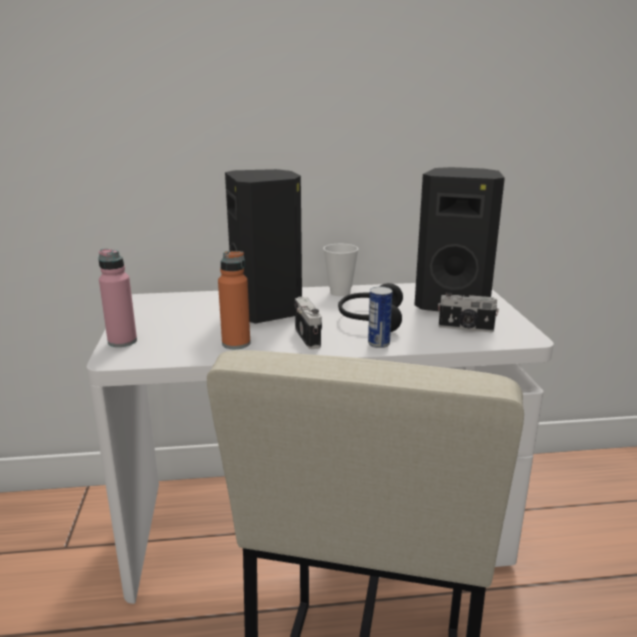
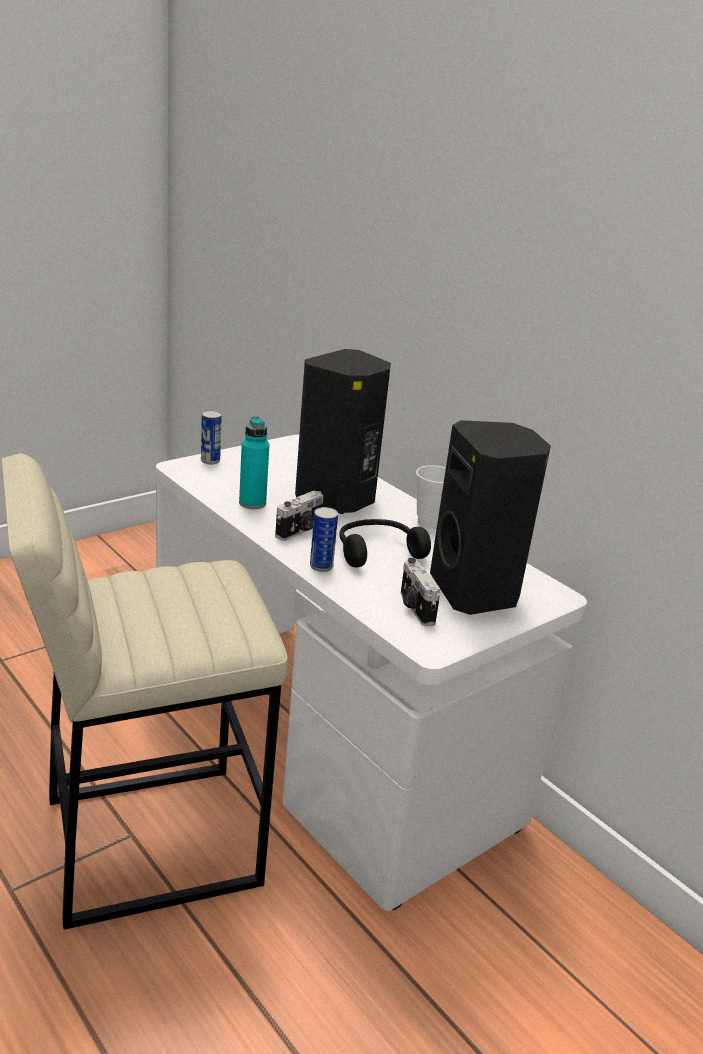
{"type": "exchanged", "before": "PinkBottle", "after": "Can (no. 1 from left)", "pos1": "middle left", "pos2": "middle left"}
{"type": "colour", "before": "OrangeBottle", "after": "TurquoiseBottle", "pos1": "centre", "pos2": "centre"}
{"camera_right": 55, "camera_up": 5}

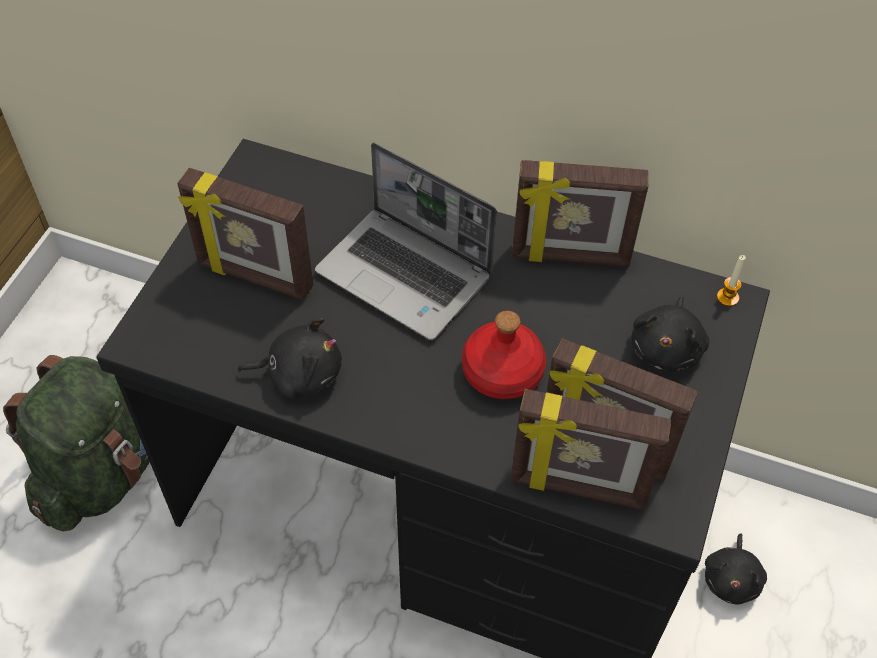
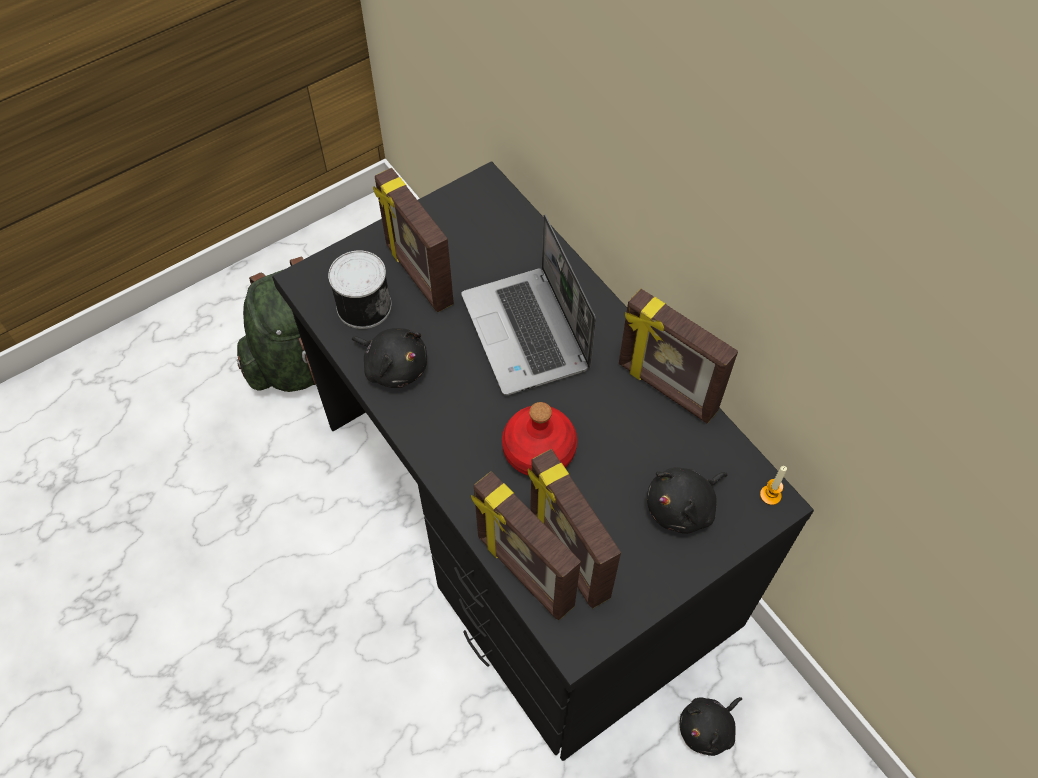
{"type": "appeared", "after": "Can", "pos2": "centre"}
{"camera_right": 35, "camera_up": 5}

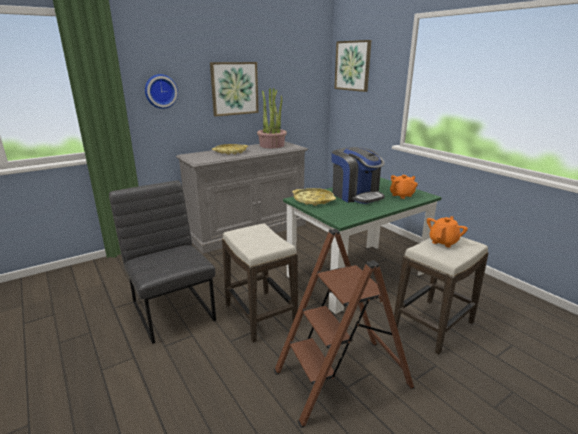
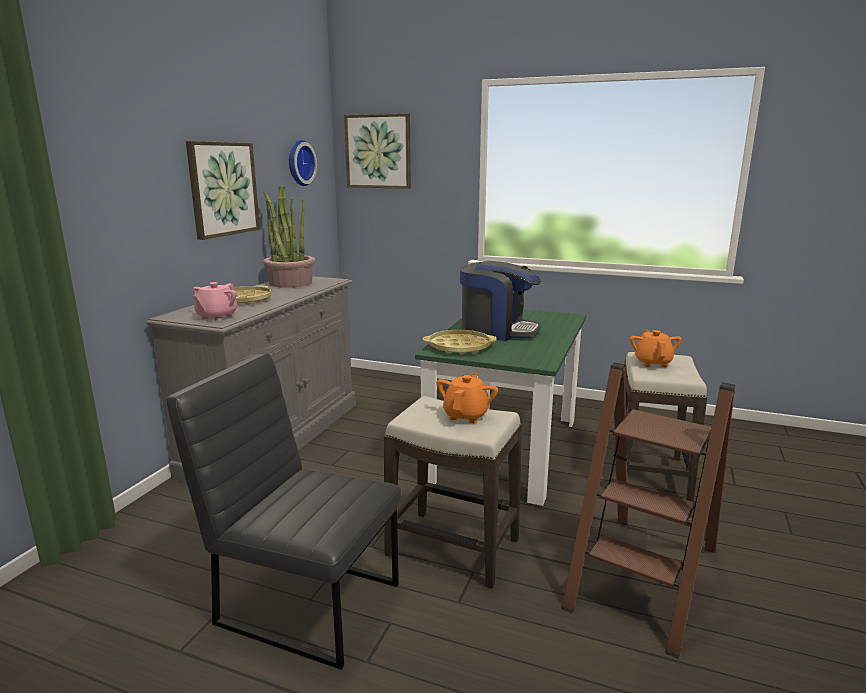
{"type": "relocated", "before": "WallClock", "pos1": "top left", "pos2": "top centre"}
{"type": "relocated", "before": "OrangeTeapot (no. 1 from left)", "pos1": "middle right", "pos2": "centre"}
{"type": "appeared", "after": "PinkTeapot", "pos2": "middle left"}
{"camera_right": -35, "camera_up": -5}

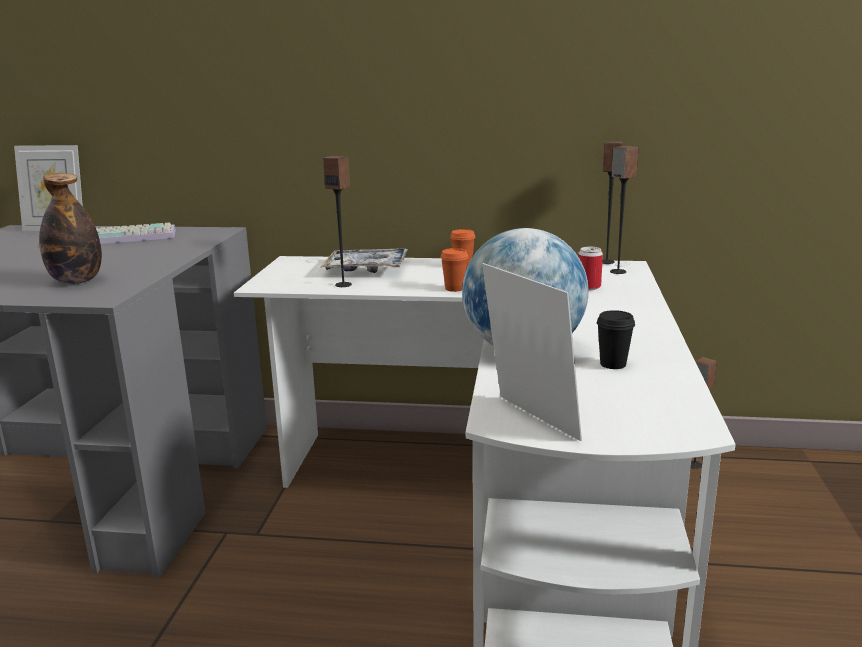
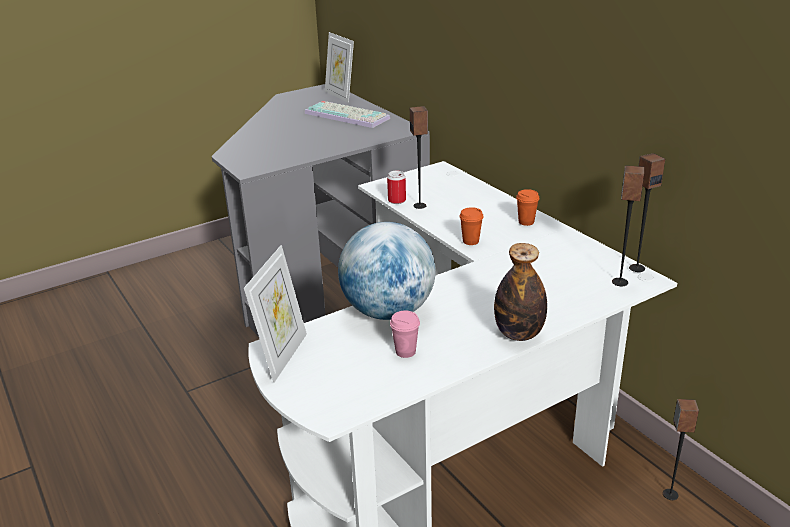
{"type": "relocated", "before": "Bottle", "pos1": "middle left", "pos2": "centre"}
{"type": "relocated", "before": "Can", "pos1": "middle right", "pos2": "centre"}
{"type": "missing", "before": "Tray", "pos1": "centre"}
{"type": "colour", "before": "BlackCup", "after": "PinkCup", "pos1": "middle right", "pos2": "centre"}
{"camera_right": 50, "camera_up": 10}

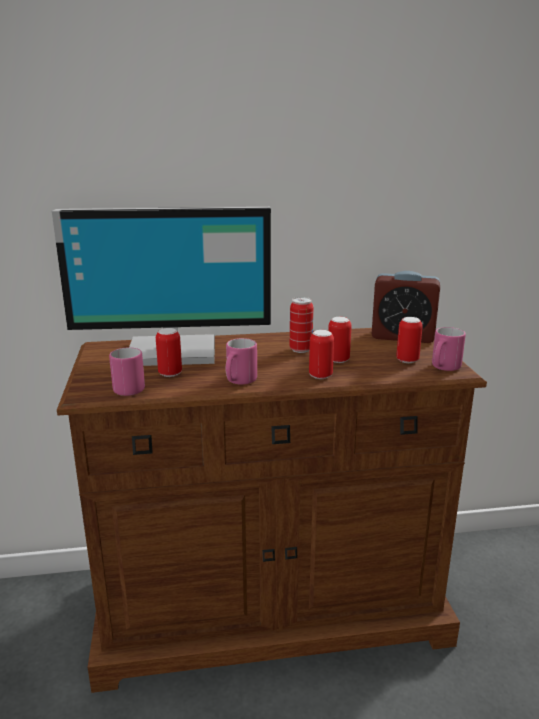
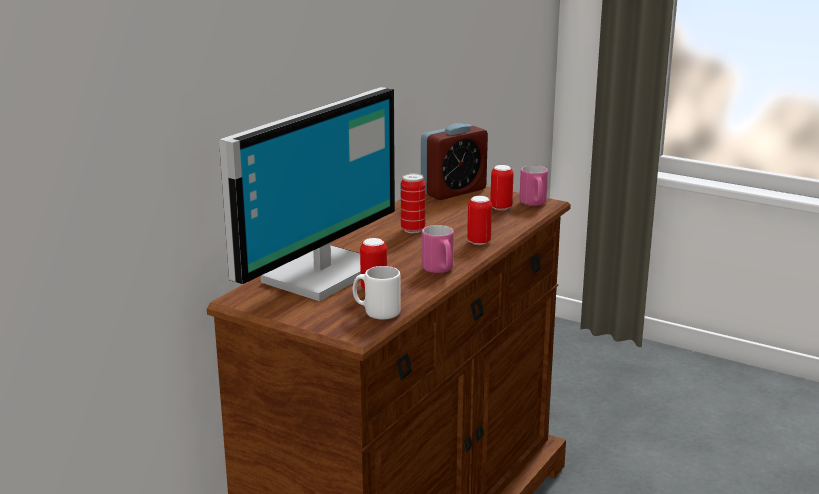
{"type": "missing", "before": "Can (no. 4 from left)", "pos1": "centre"}
{"type": "colour", "before": "PinkMug (no. 1 from left)", "after": "WhiteMug", "pos1": "middle left", "pos2": "centre"}
{"camera_right": -50, "camera_up": 0}

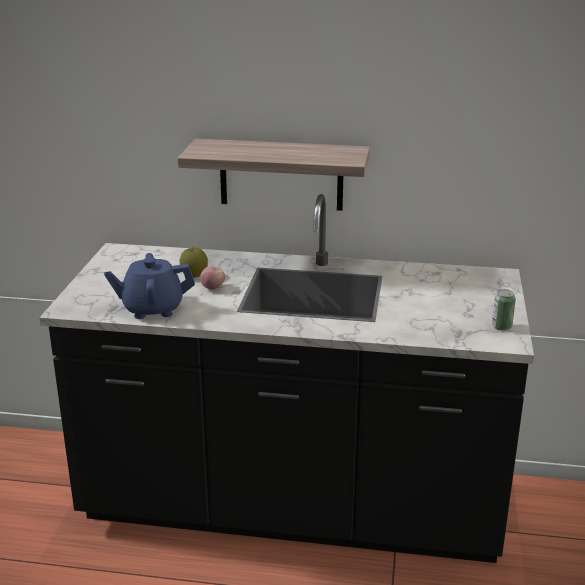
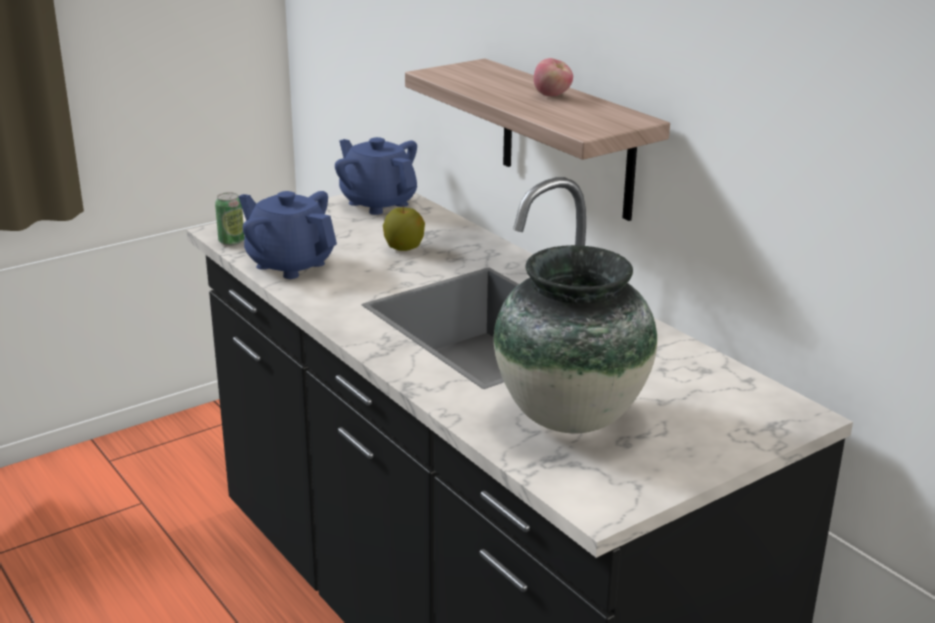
{"type": "relocated", "before": "Apple (no. 2 from left)", "pos1": "centre", "pos2": "top centre"}
{"type": "relocated", "before": "Can", "pos1": "middle right", "pos2": "middle left"}
{"type": "appeared", "after": "BlueTeapot (no. 2 from left)", "pos2": "top centre"}
{"type": "appeared", "after": "Vase", "pos2": "centre"}
{"camera_right": 45, "camera_up": 0}

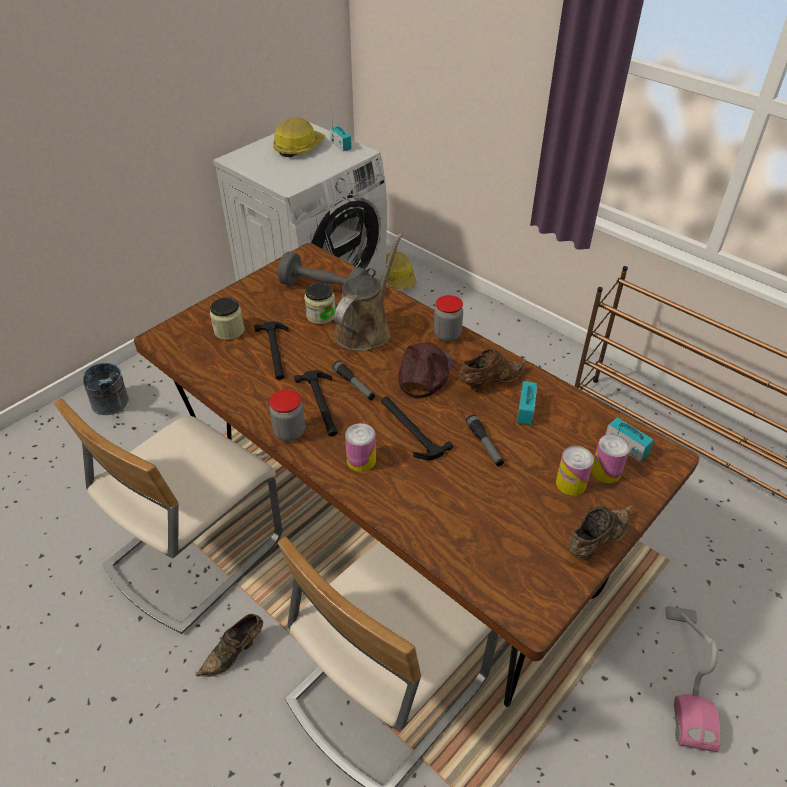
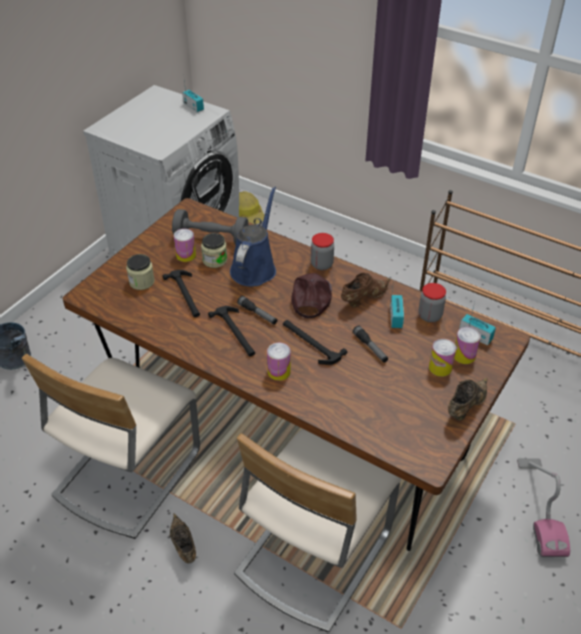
{"type": "missing", "before": "HardHat (no. 1 from left)", "pos1": "top centre"}
{"type": "colour", "before": "BrownWateringCan", "after": "BlueWateringCan", "pos1": "centre", "pos2": "centre"}
{"type": "relocated", "before": "Jar (no. 2 from left in the first image)", "after": "Jar (no. 4 from left)", "pos1": "centre", "pos2": "middle right"}
{"type": "spun", "before": "BrownShoe (no. 1 from left)", "pos1": "bottom left", "pos2": "bottom left", "turn": 120}
{"type": "appeared", "after": "Can (no. 1 from left)", "pos2": "middle left"}
{"camera_right": -10, "camera_up": 0}

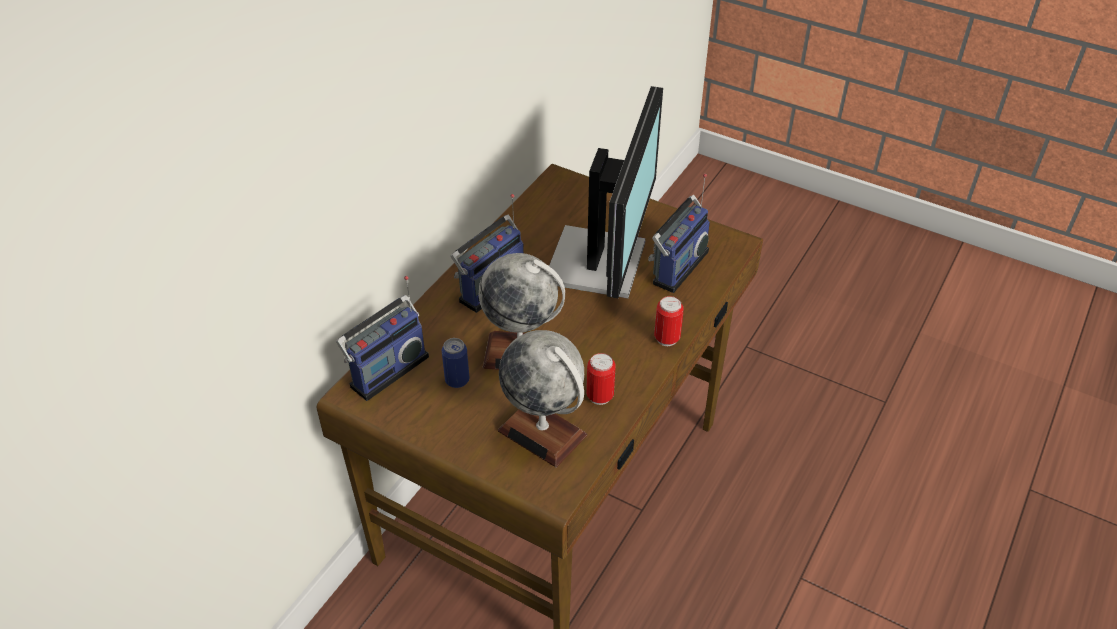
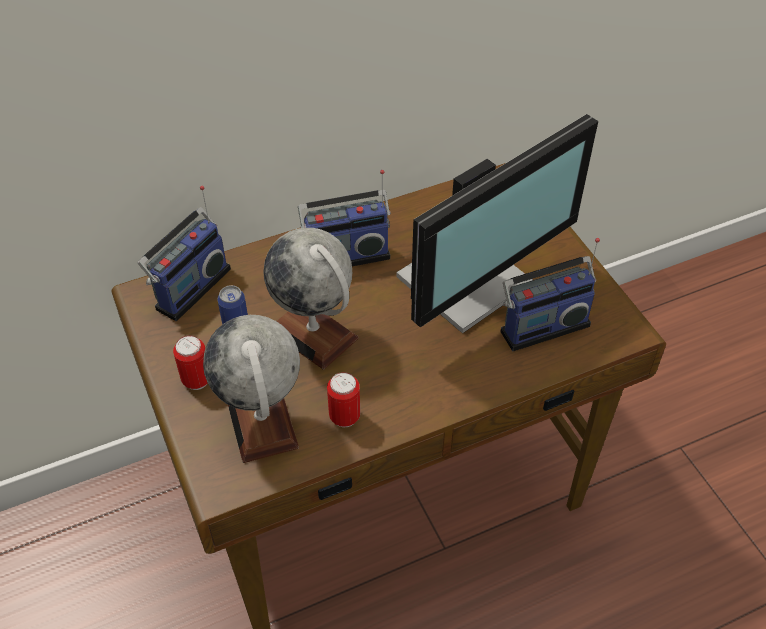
{"type": "spun", "before": "Radio (no. 1 from left)", "pos1": "centre", "pos2": "middle left", "turn": -45}
{"type": "relocated", "before": "Can (no. 3 from left in the first image)", "after": "Can (no. 1 from left)", "pos1": "centre", "pos2": "middle left"}
{"camera_right": 35, "camera_up": 5}

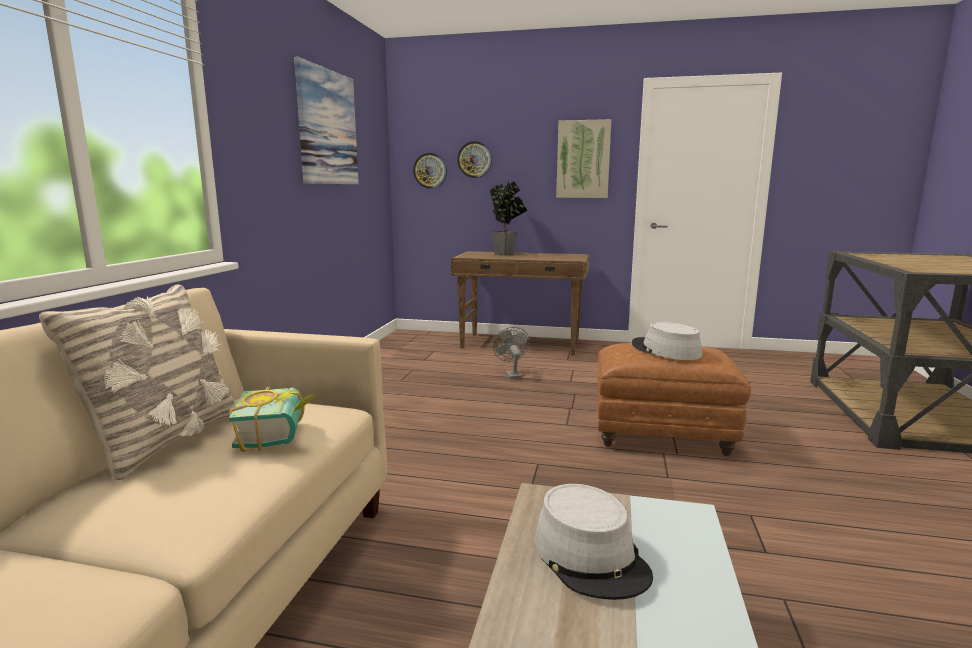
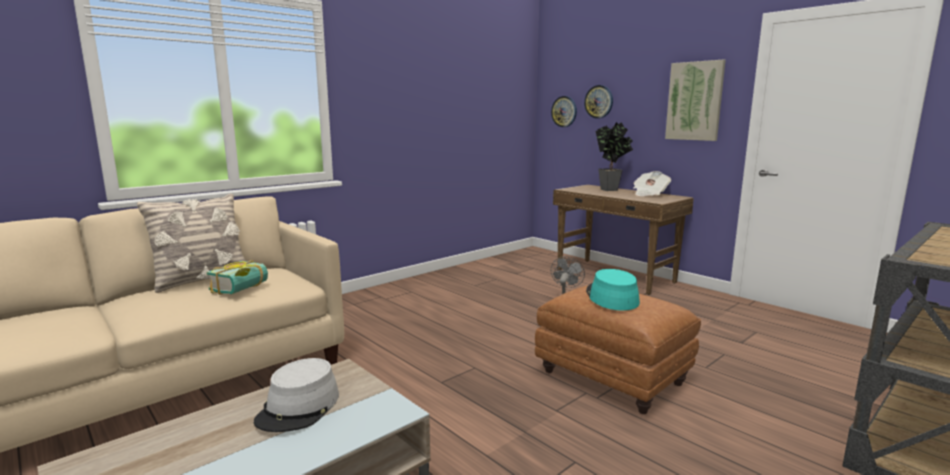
{"type": "missing", "before": "Picture (no. 1 from left)", "pos1": "top centre"}
{"type": "colour", "before": "GreyHat (no. 2 from left)", "after": "TurquoiseHat", "pos1": "middle right", "pos2": "centre"}
{"type": "appeared", "after": "Newspaper", "pos2": "middle right"}
{"camera_right": 35, "camera_up": 0}

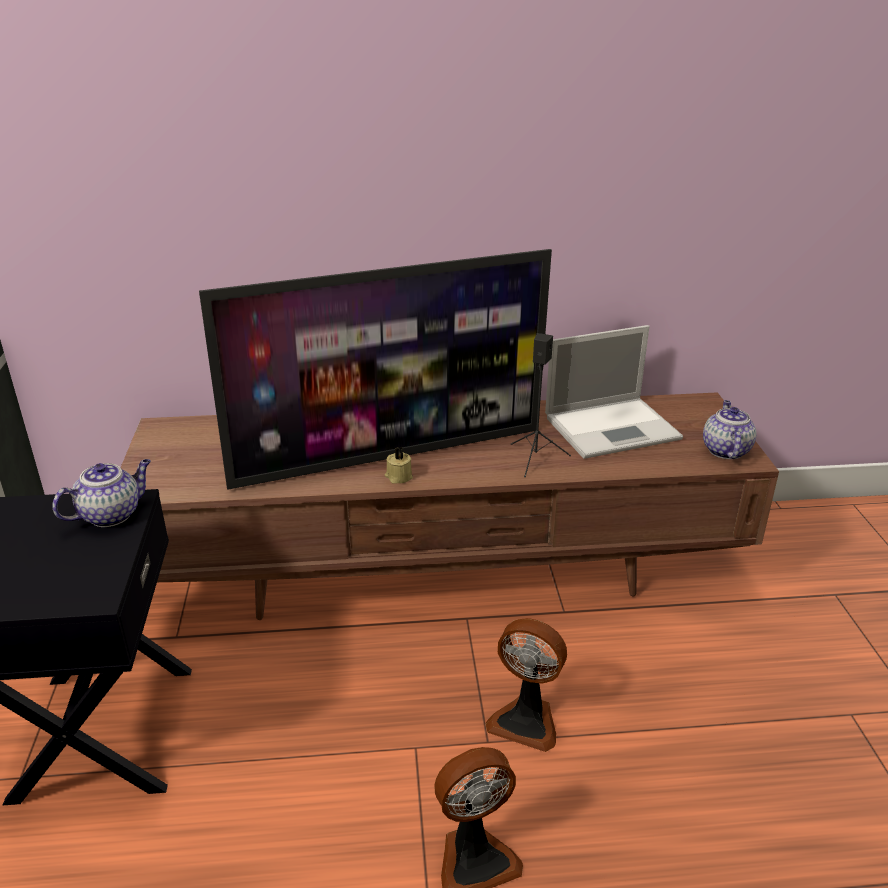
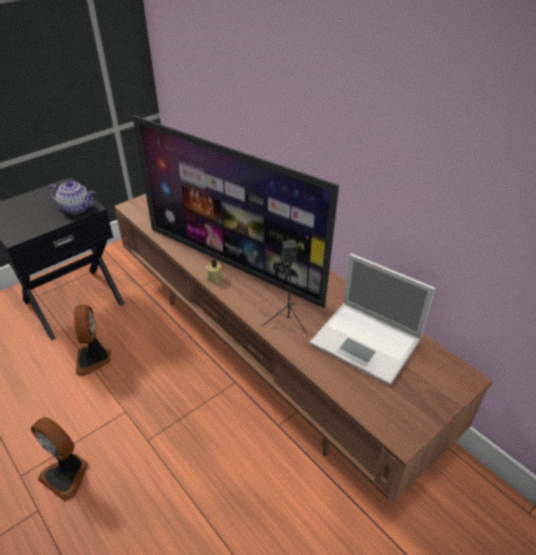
{"type": "missing", "before": "Teapot (no. 2 from left)", "pos1": "middle right"}
{"type": "relocated", "before": "Fan (no. 2 from left)", "pos1": "bottom centre", "pos2": "middle left"}
{"camera_right": 55, "camera_up": 10}

